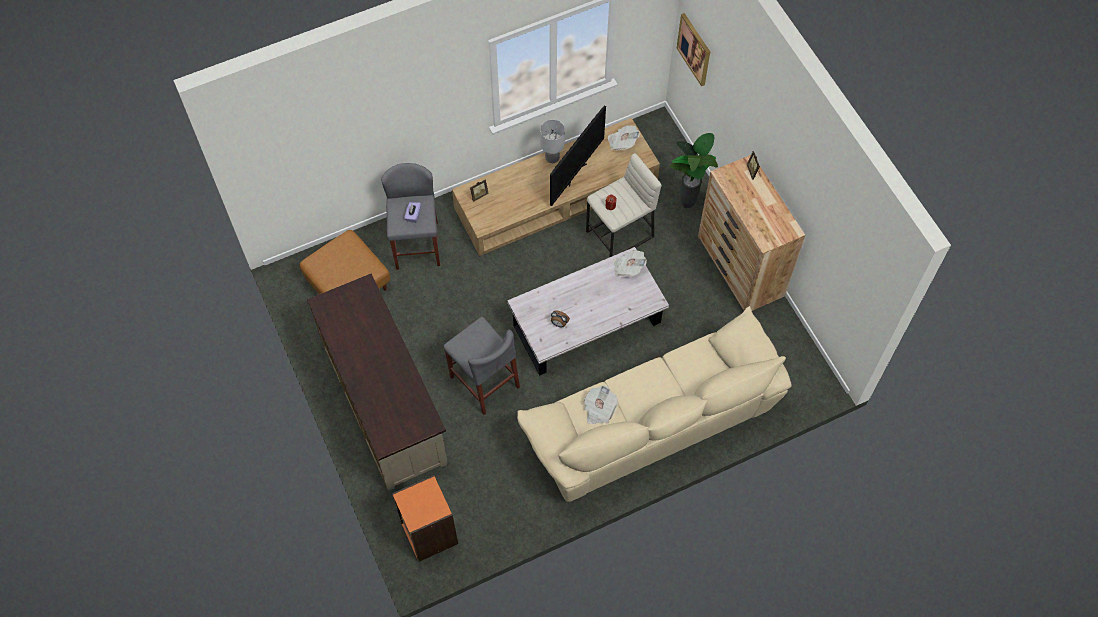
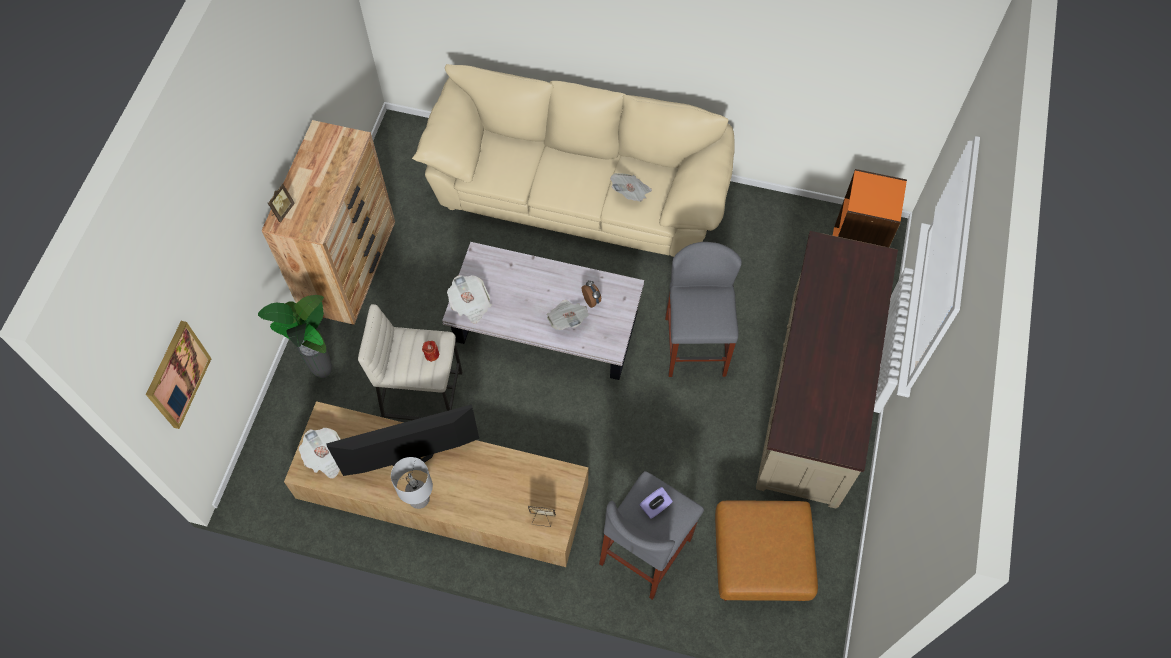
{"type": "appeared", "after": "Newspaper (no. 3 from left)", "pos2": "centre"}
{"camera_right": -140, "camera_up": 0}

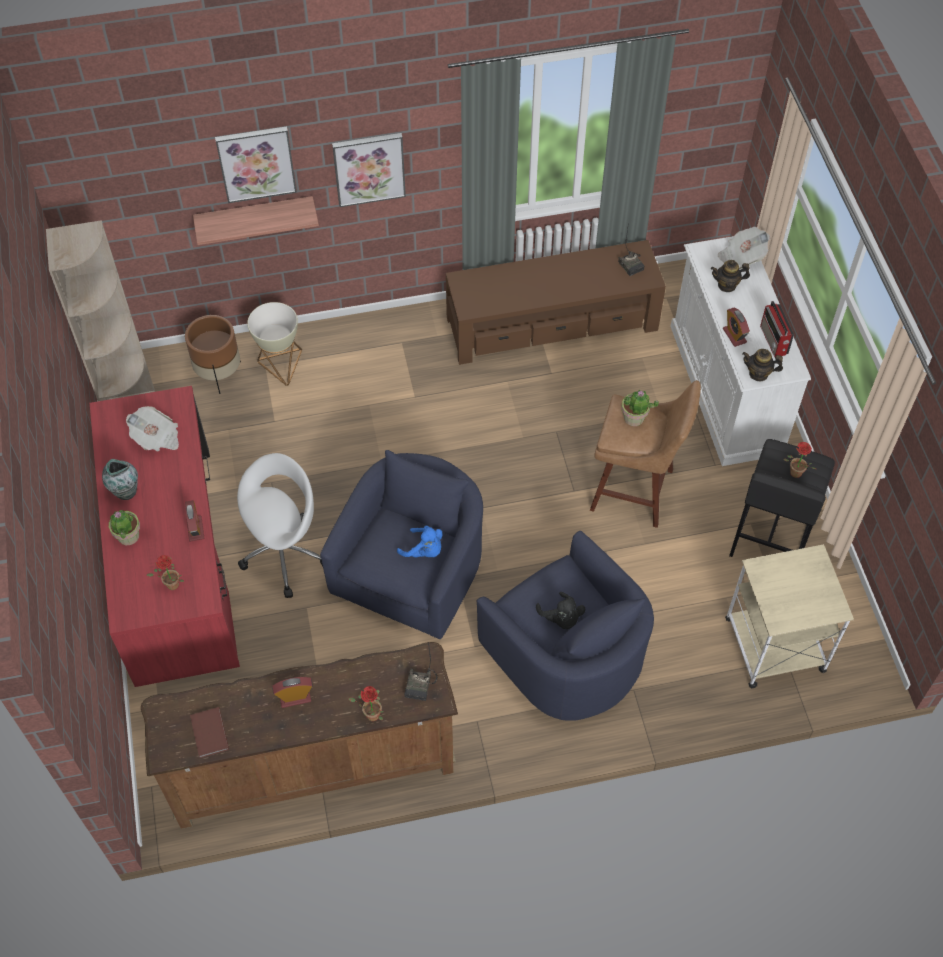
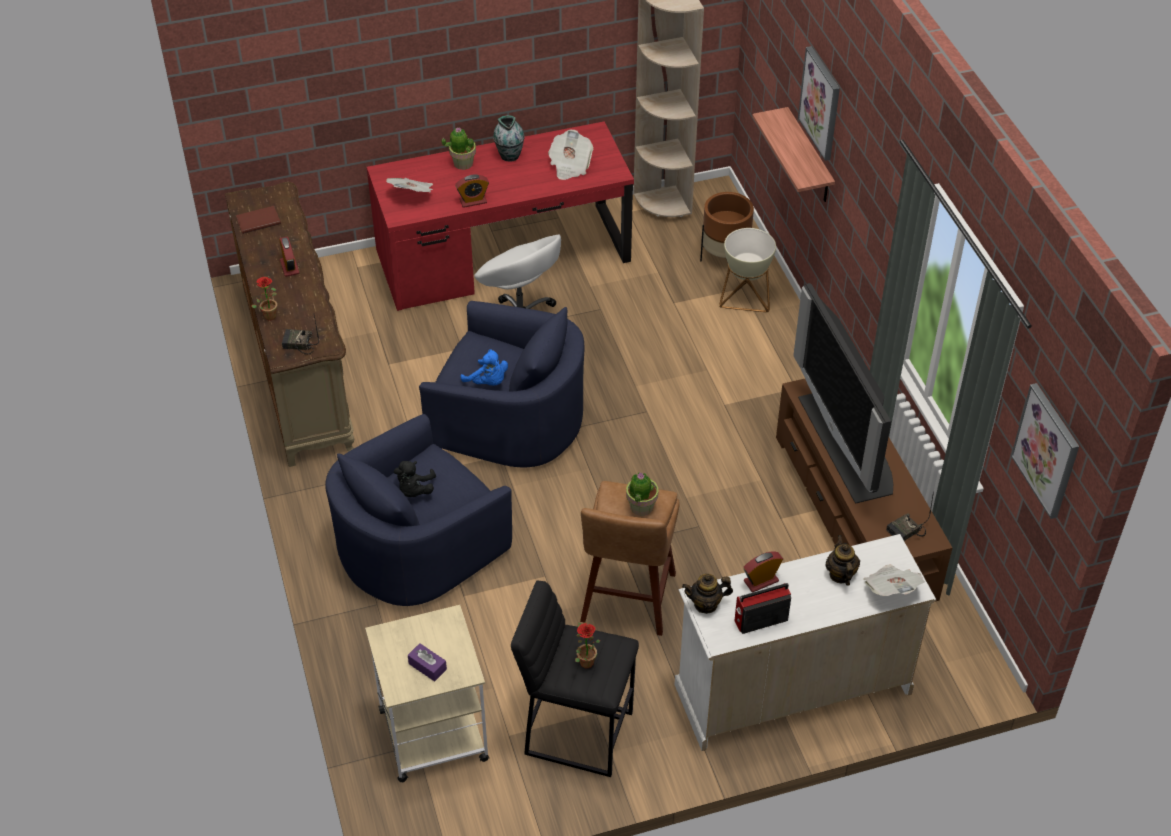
{"type": "relocated", "before": "Picture (no. 2 from left)", "pos1": "top centre", "pos2": "middle right"}
{"type": "spun", "before": "Teapot (no. 2 from left in the first image)", "pos1": "middle right", "pos2": "bottom centre", "turn": -105}
{"type": "spun", "before": "BluePlushToy", "pos1": "centre", "pos2": "centre", "turn": -75}
{"type": "exchanged", "before": "PottedPlant (no. 2 from left)", "after": "Newspaper (no. 1 from left)", "pos1": "middle left", "pos2": "top centre"}
{"type": "spun", "before": "BlackPlushToy", "pos1": "centre", "pos2": "centre", "turn": -45}
{"type": "appeared", "after": "Television", "pos2": "middle right"}
{"type": "appeared", "after": "PurpleTissueBox", "pos2": "bottom centre"}
{"camera_right": 85, "camera_up": -10}

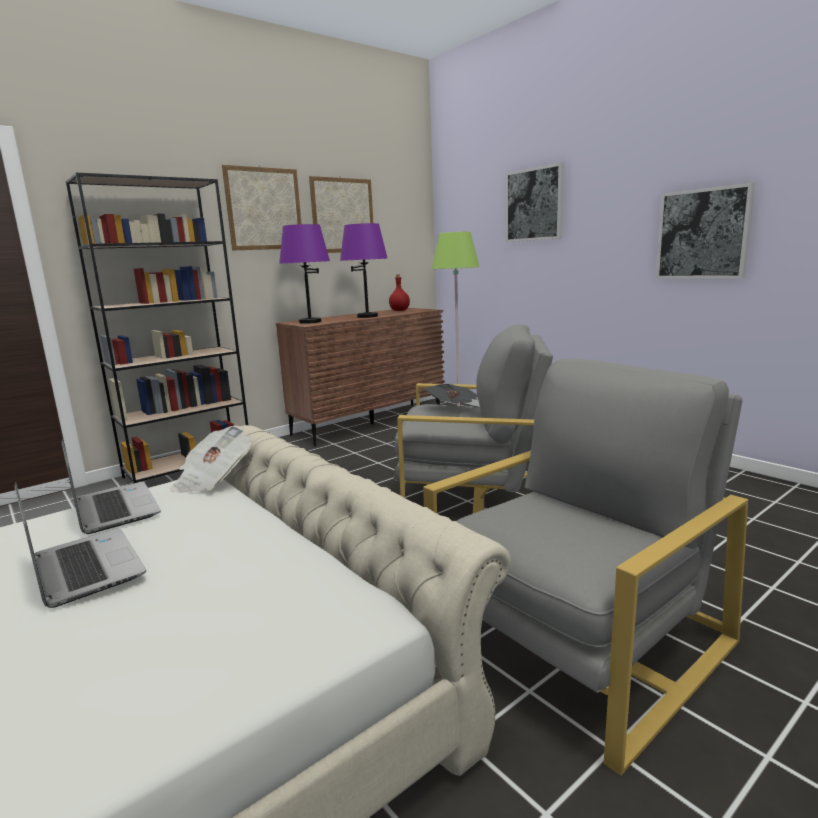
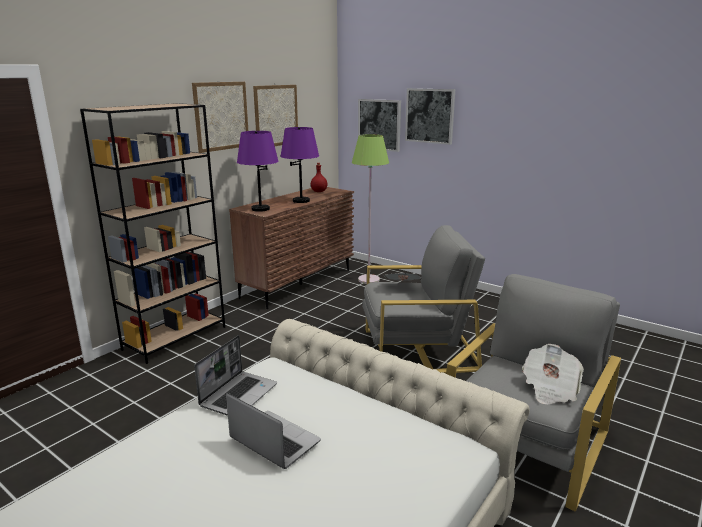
{"type": "relocated", "before": "Picture (no. 4 from left in the first image)", "after": "Picture (no. 3 from left)", "pos1": "top right", "pos2": "top centre"}
{"type": "relocated", "before": "Newspaper (no. 1 from left in the first image)", "after": "Newspaper (no. 2 from left)", "pos1": "middle left", "pos2": "bottom right"}
{"type": "spun", "before": "Laptop (no. 2 from left in the first image)", "pos1": "middle left", "pos2": "bottom centre", "turn": 75}
{"camera_right": -15, "camera_up": 5}

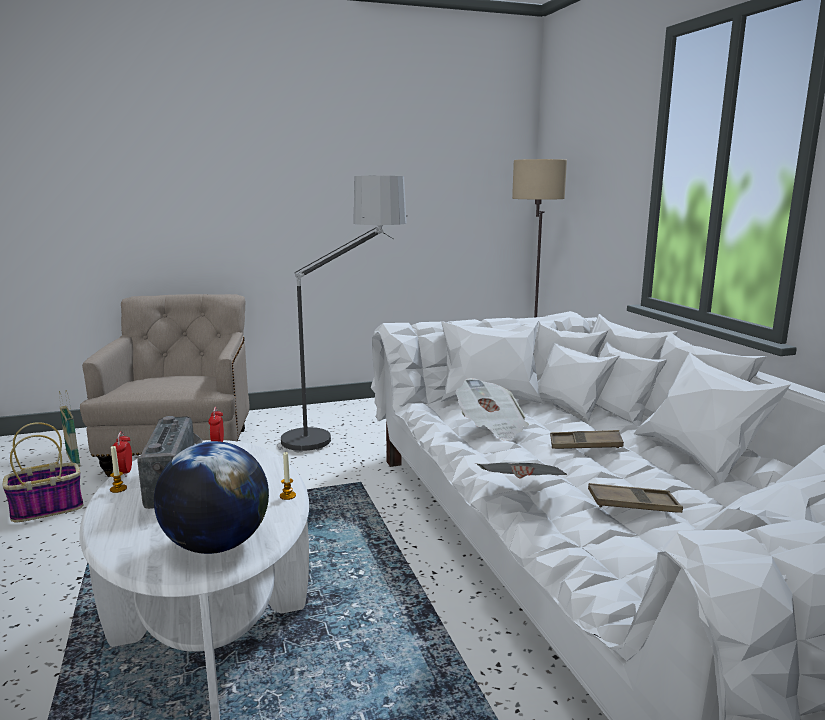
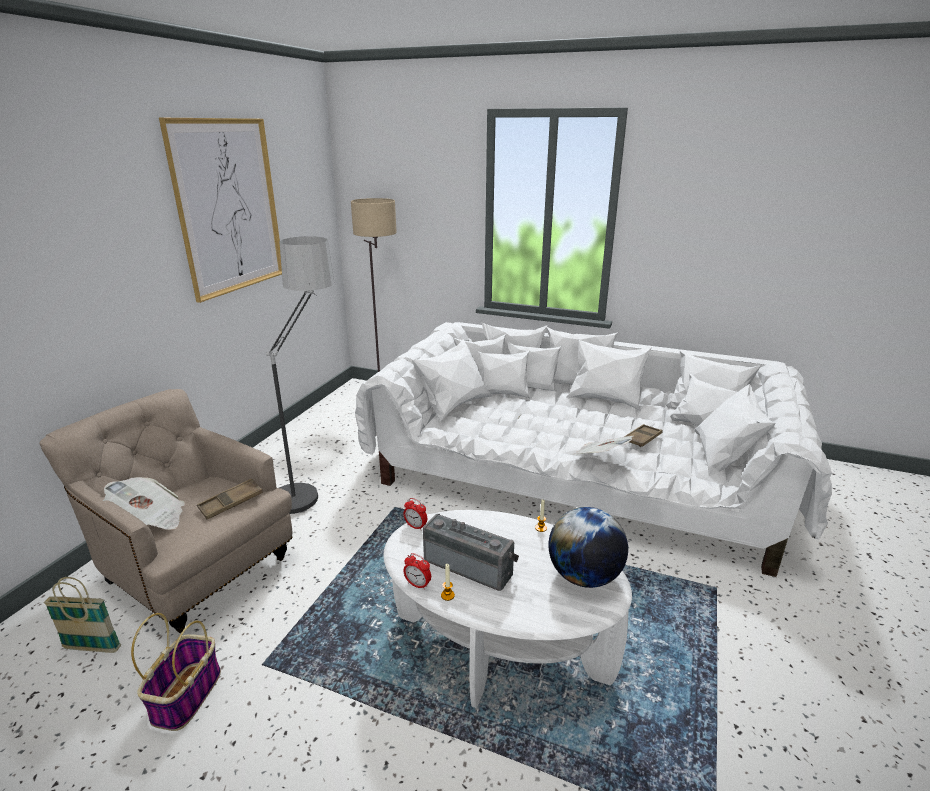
{"type": "relocated", "before": "Newspaper (no. 1 from left)", "pos1": "centre", "pos2": "middle left"}
{"type": "relocated", "before": "BrownTray (no. 1 from left)", "pos1": "middle right", "pos2": "middle left"}
{"type": "appeared", "after": "Picture", "pos2": "top left"}
{"camera_right": -50, "camera_up": 10}

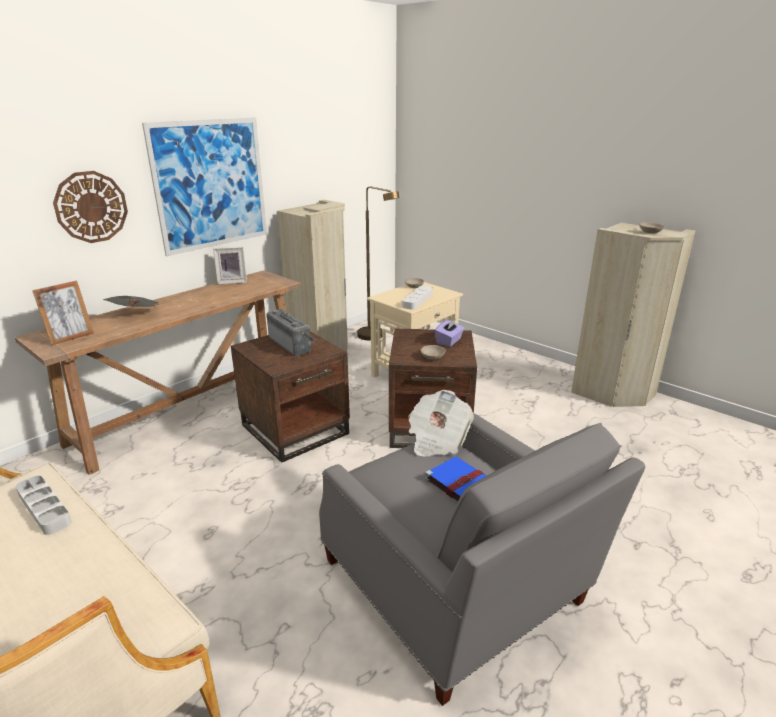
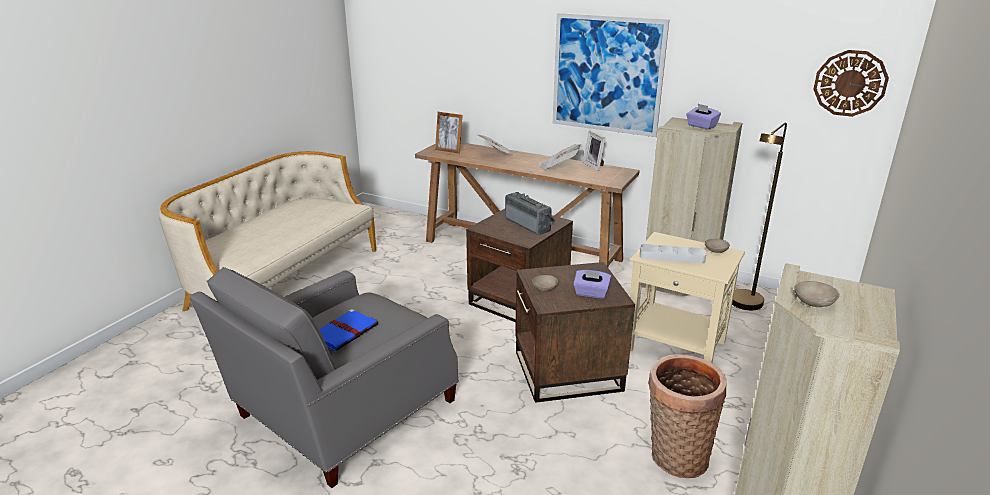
{"type": "relocated", "before": "WallClock", "pos1": "top left", "pos2": "top right"}
{"type": "spun", "before": "Radio", "pos1": "centre", "pos2": "centre", "turn": -75}
{"type": "relocated", "before": "Newspaper (no. 2 from left)", "pos1": "centre", "pos2": "top centre"}
{"type": "missing", "before": "GreyTray (no. 1 from left)", "pos1": "bottom left"}
{"type": "appeared", "after": "PurpleTissueBox (no. 2 from left)", "pos2": "top right"}
{"type": "appeared", "after": "Basket", "pos2": "bottom right"}
{"camera_right": 75, "camera_up": 0}

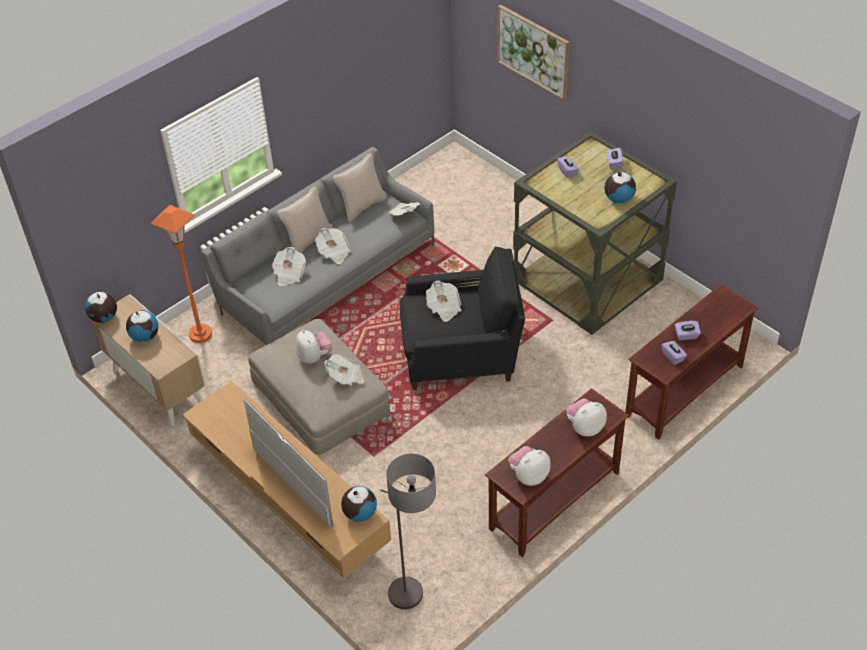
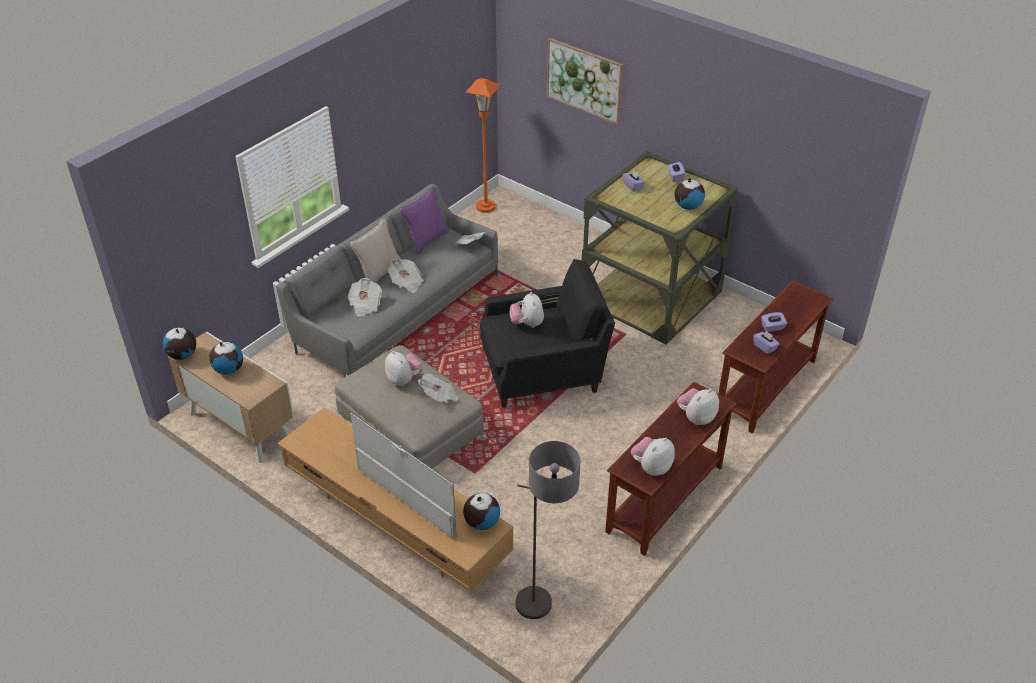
{"type": "colour", "before": "BeigePillow (no. 2 from left)", "after": "PurplePillow", "pos1": "top centre", "pos2": "top centre"}
{"type": "relocated", "before": "OrangeFloorLamp", "pos1": "middle left", "pos2": "top centre"}
{"type": "exchanged", "before": "Newspaper (no. 5 from left)", "after": "PlushToy (no. 2 from left)", "pos1": "centre", "pos2": "centre"}
{"camera_right": -10, "camera_up": -5}

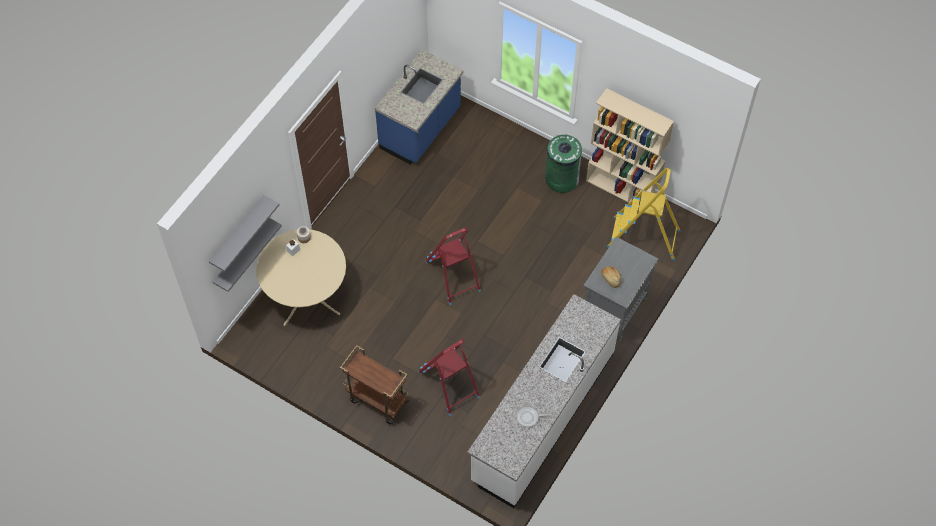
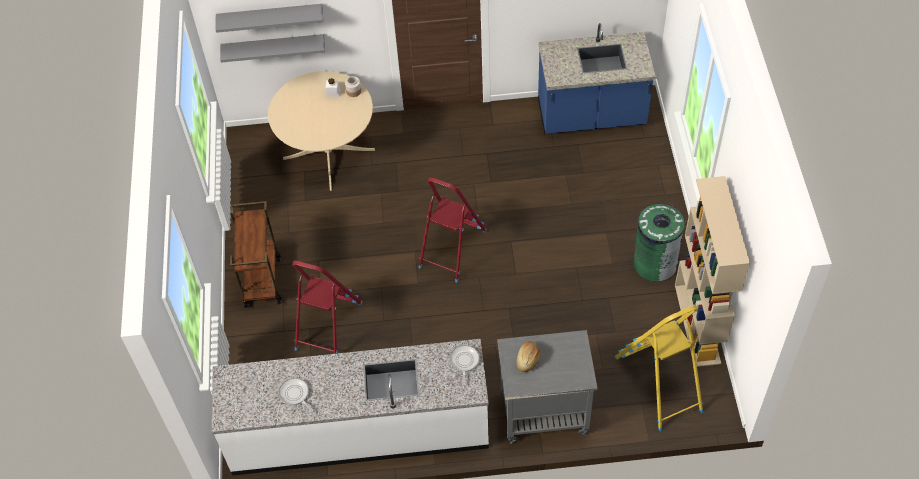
{"type": "appeared", "after": "FryingPan (no. 2 from left)", "pos2": "bottom centre"}
{"camera_right": 55, "camera_up": -5}

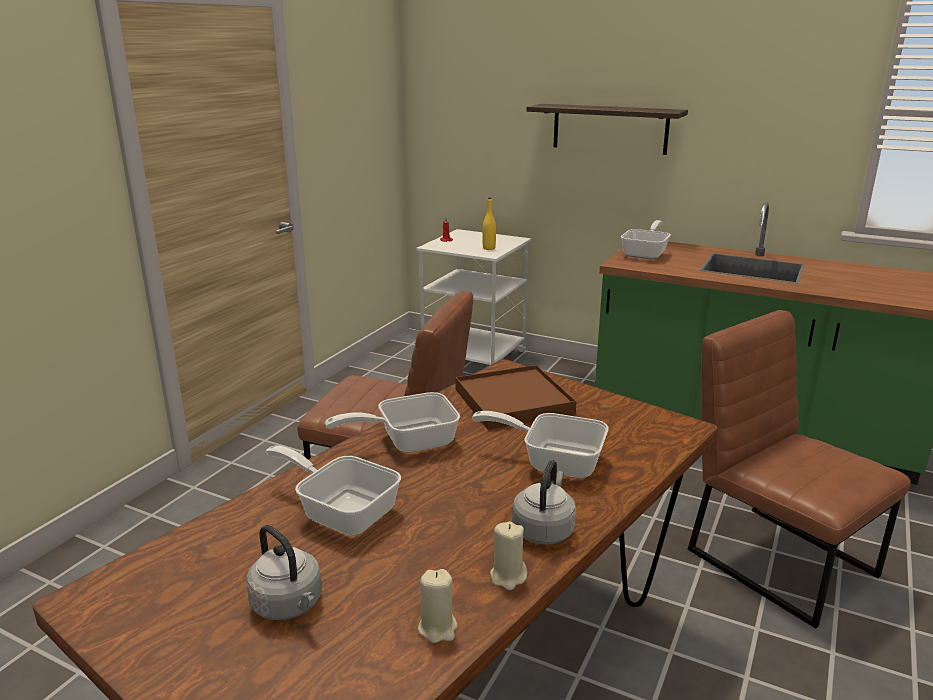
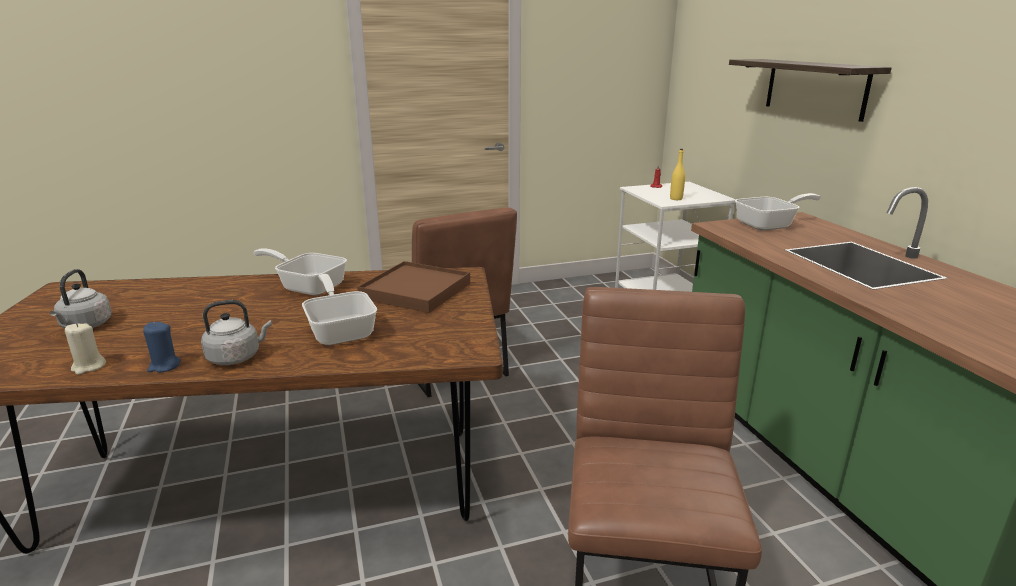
{"type": "missing", "before": "FryingPan (no. 1 from left)", "pos1": "bottom centre"}
{"type": "colour", "before": "BeigeCandle (no. 2 from left)", "after": "BlueCandle", "pos1": "bottom centre", "pos2": "middle left"}
{"camera_right": 45, "camera_up": 0}

